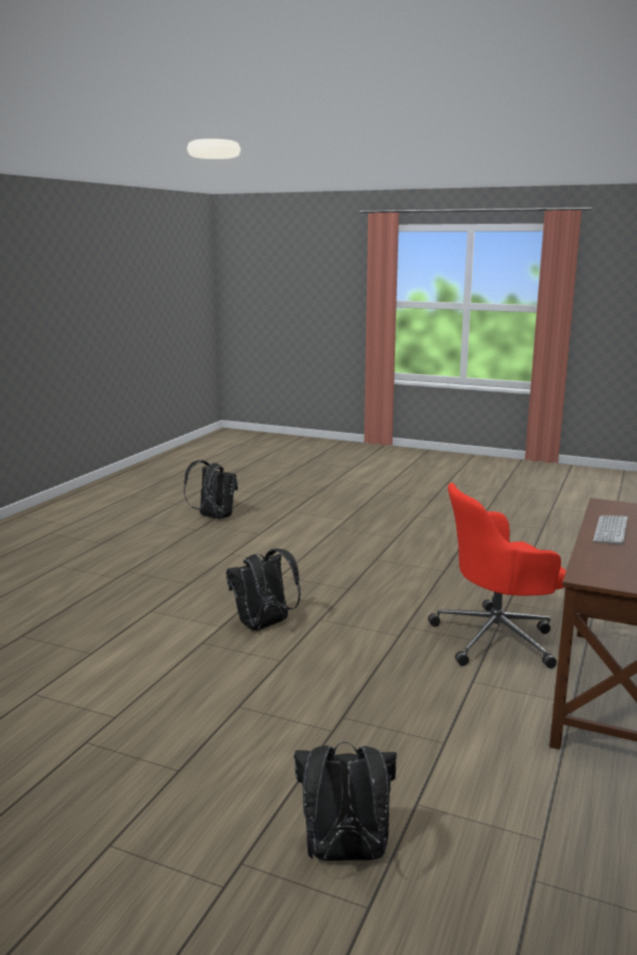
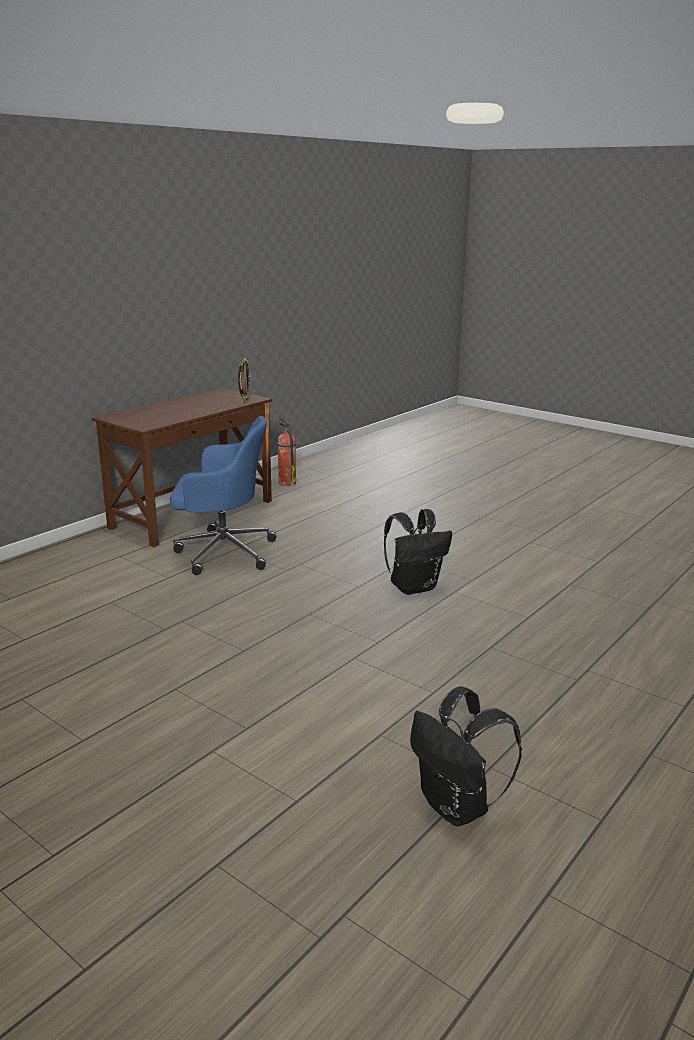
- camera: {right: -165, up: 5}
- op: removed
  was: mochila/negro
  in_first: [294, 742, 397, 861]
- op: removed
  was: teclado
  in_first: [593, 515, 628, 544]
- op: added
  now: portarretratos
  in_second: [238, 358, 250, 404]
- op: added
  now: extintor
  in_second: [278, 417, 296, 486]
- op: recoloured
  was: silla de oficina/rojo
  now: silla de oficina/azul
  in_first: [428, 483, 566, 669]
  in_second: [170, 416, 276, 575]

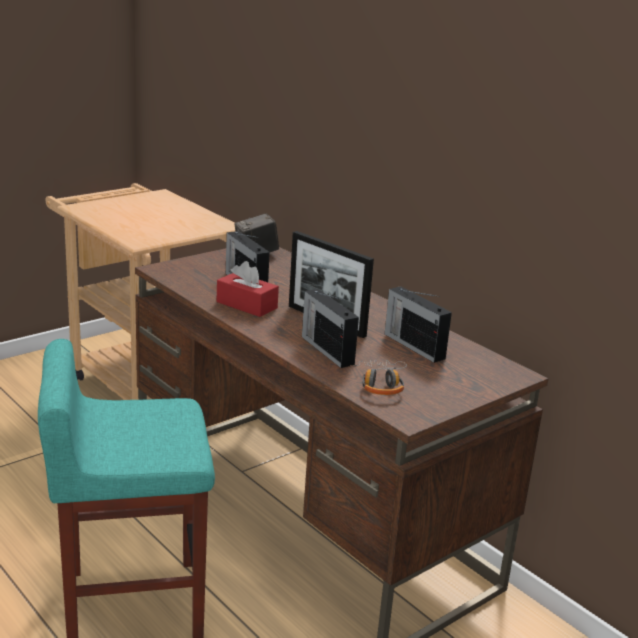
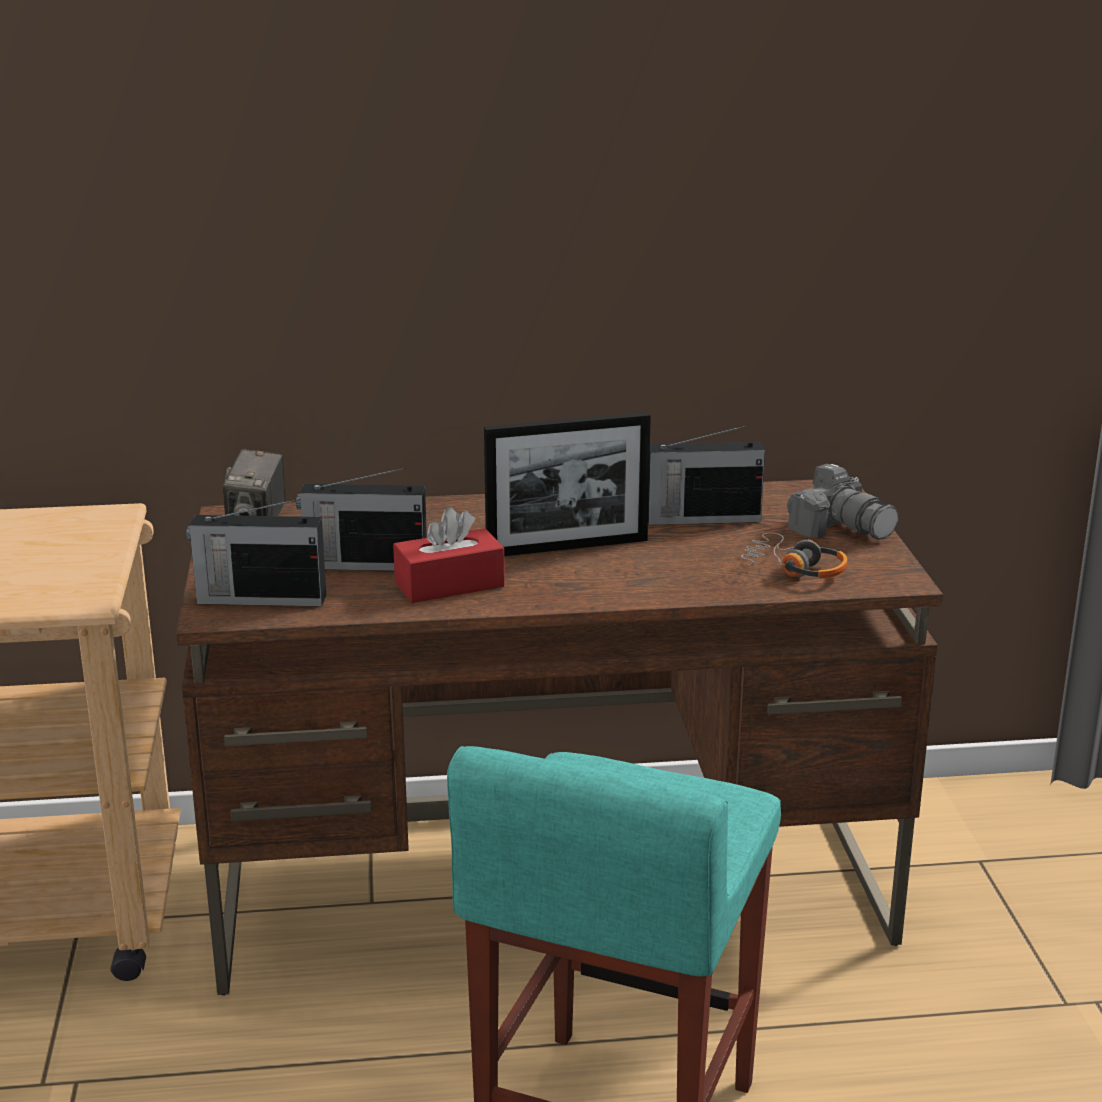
- camera: {right: -55, up: 0}
- op: added
  now: cámara
  in_second: [787, 464, 899, 539]
- op: moved
  was: radio
  in_first: [302, 289, 359, 368]
  in_second: [186, 499, 326, 606]

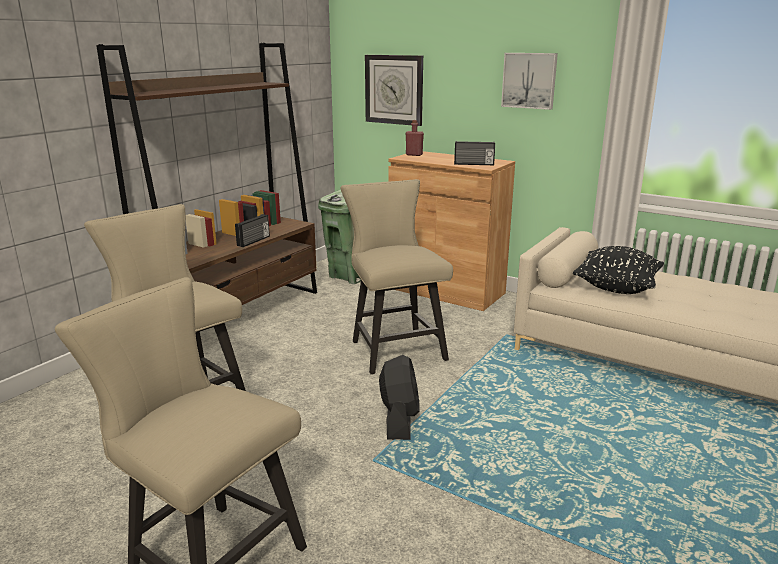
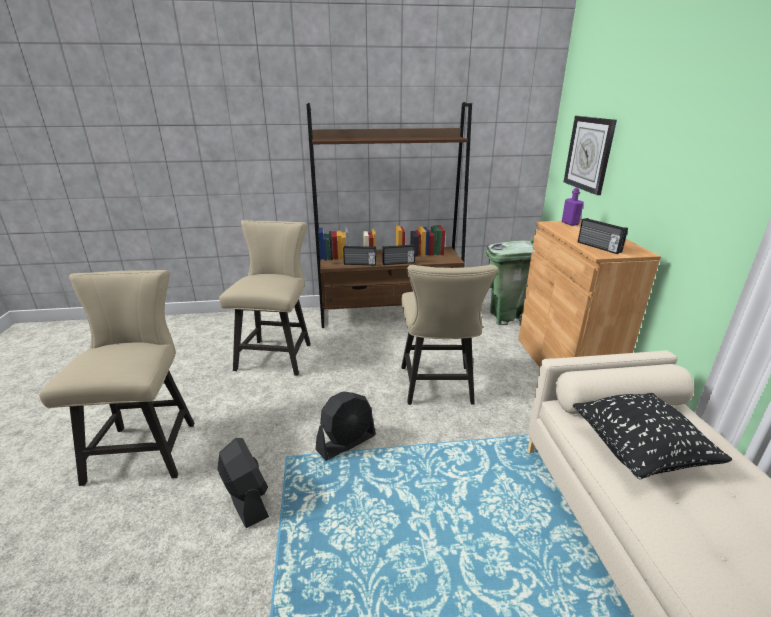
- camera: {right: 50, up: 5}
- op: removed
  was: cuadro
  in_first: [501, 53, 558, 110]
- op: added
  now: ventilador/negro
  in_second: [217, 438, 269, 528]
- op: added
  now: radio
  in_second: [343, 246, 376, 265]
- op: recoloured
  was: botella/rojo
  now: botella/morado
  in_first: [406, 120, 424, 156]
  in_second: [562, 188, 584, 226]
- op: turned
  was: silla/beis
  in_first: [340, 179, 453, 374]
  in_second: [401, 265, 499, 405]
  clockwise: 150

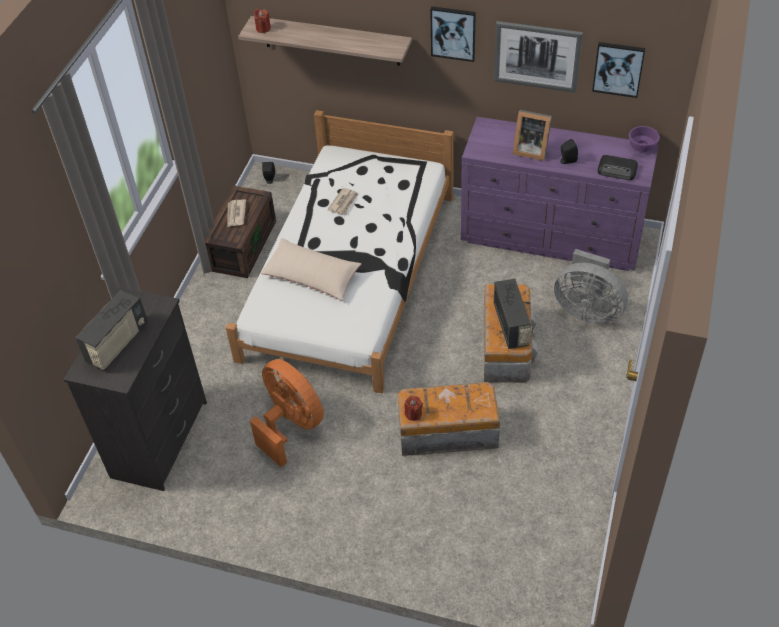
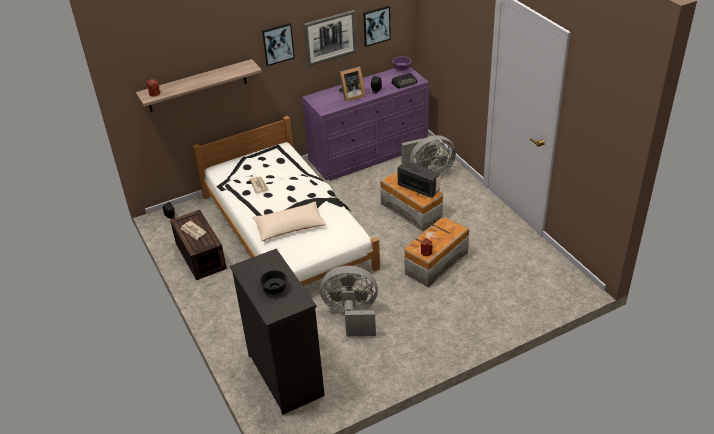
- camera: {right: -45, up: -10}
- op: replaced
  was: radio
  now: cuenco/negro
  in_first: [76, 290, 148, 371]
  in_second: [259, 270, 288, 294]
- op: recoloured
  was: ventilador/naranja
  now: ventilador/gris
  in_first: [250, 359, 324, 468]
  in_second: [320, 266, 378, 336]

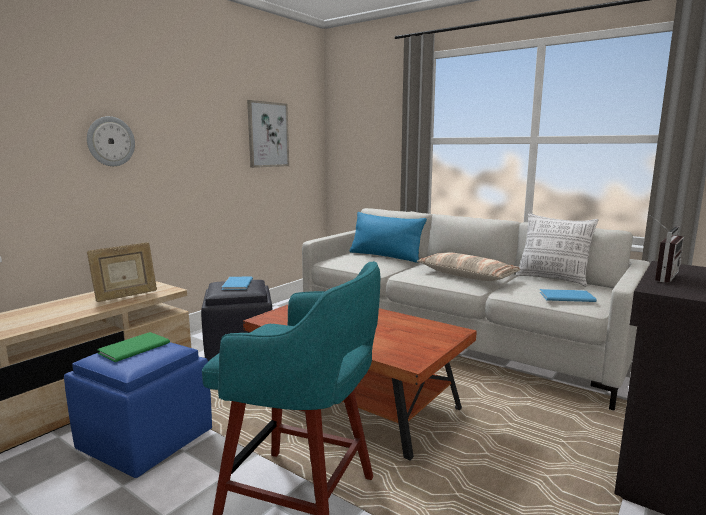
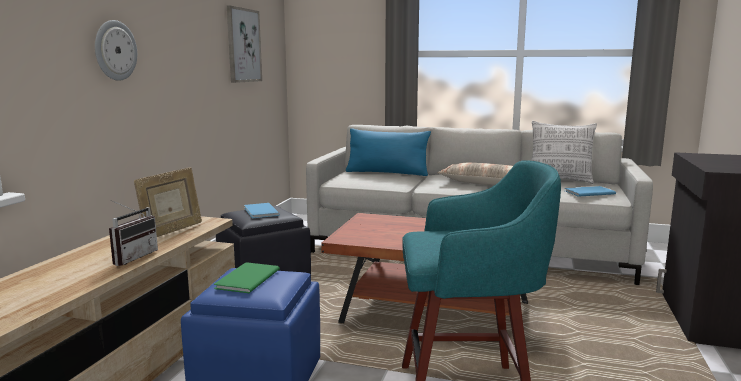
- camera: {right: -20, up: 0}
- op: moved
  was: radio
  in_first: [650, 215, 684, 282]
  in_second: [109, 200, 158, 266]

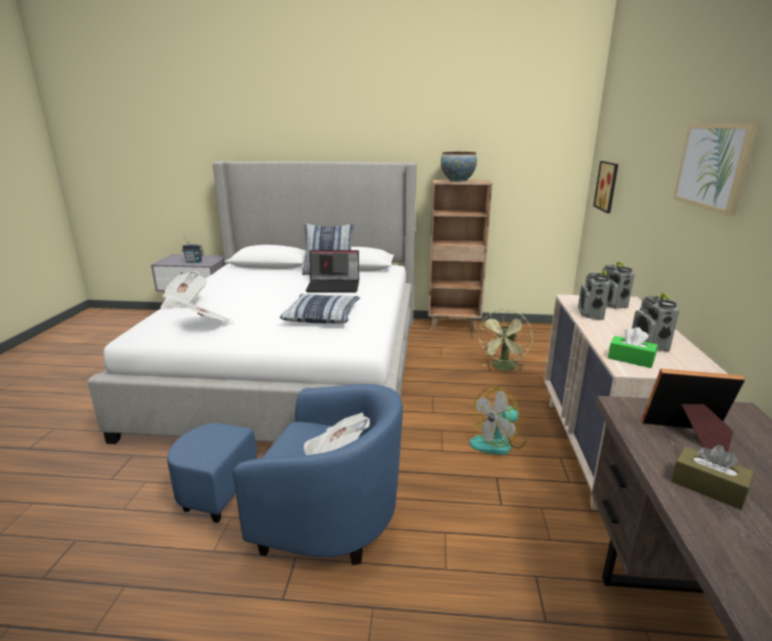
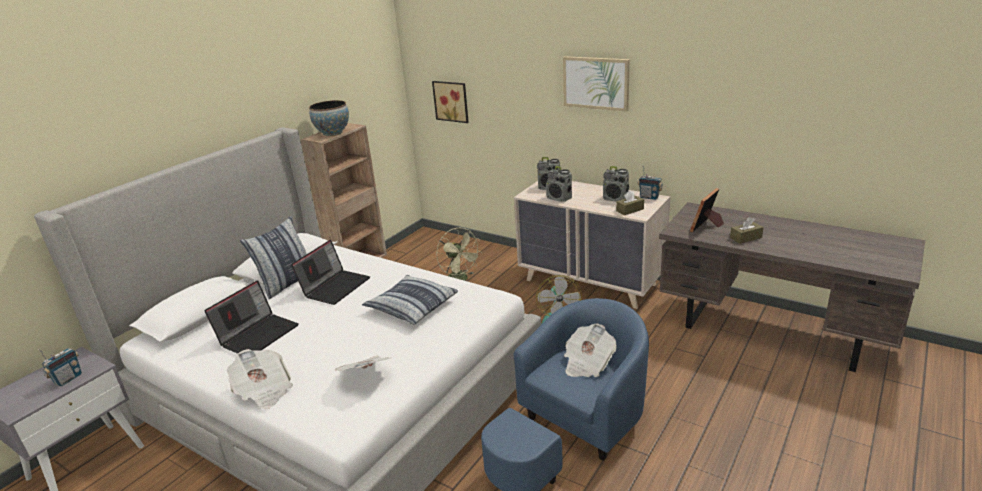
- camera: {right: -60, up: 5}
- op: added
  now: portátil
  in_second: [204, 280, 298, 354]
- op: added
  now: radio
  in_second: [638, 166, 662, 200]
- op: recoloured
  was: caja de pañuelos/verde
  now: caja de pañuelos/marrón
  in_first: [608, 327, 658, 368]
  in_second: [616, 190, 644, 215]

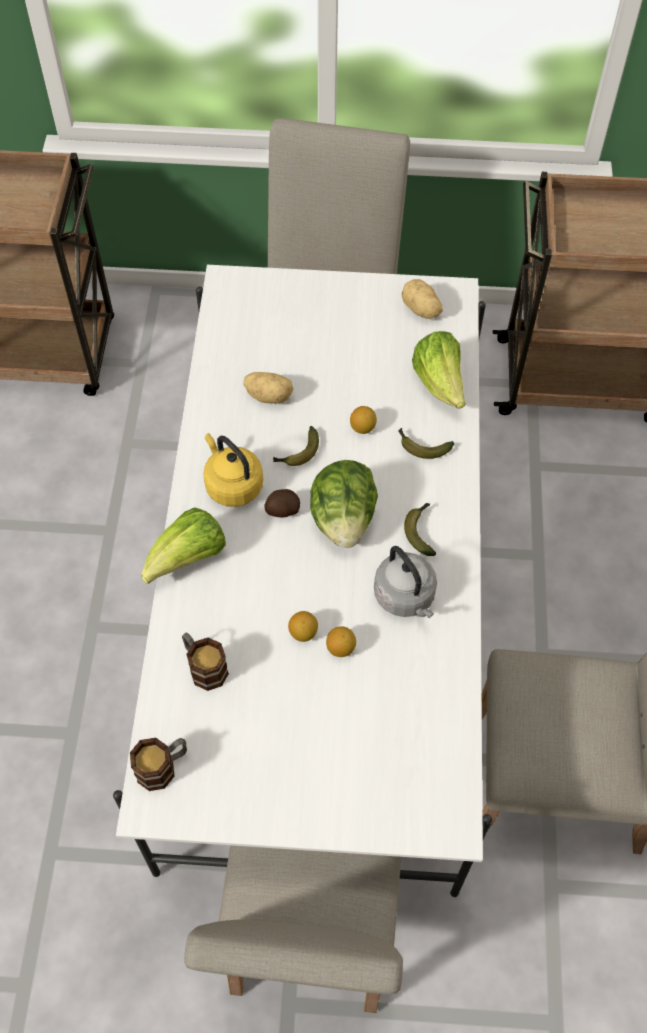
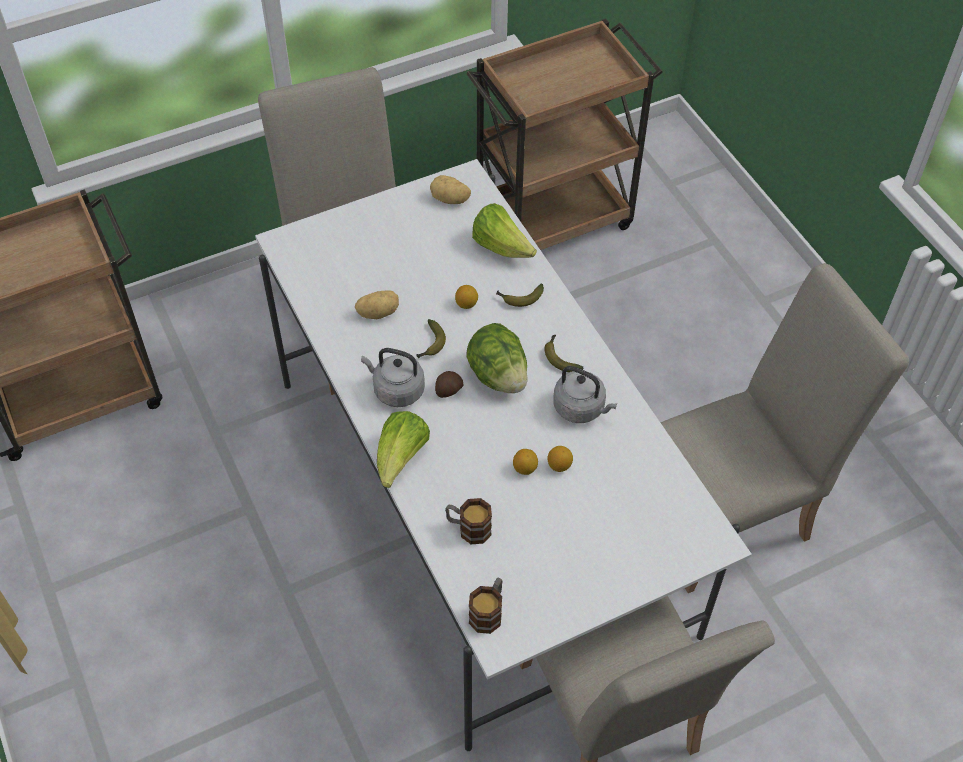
- camera: {right: -30, up: -5}
- op: recoloured
  was: hervidor/amarillo
  now: hervidor/gris
  in_first: [203, 433, 263, 507]
  in_second: [361, 348, 425, 407]

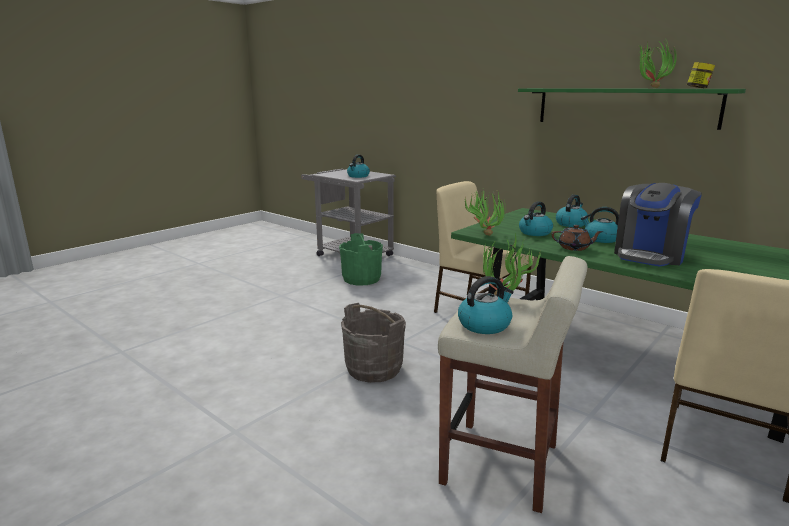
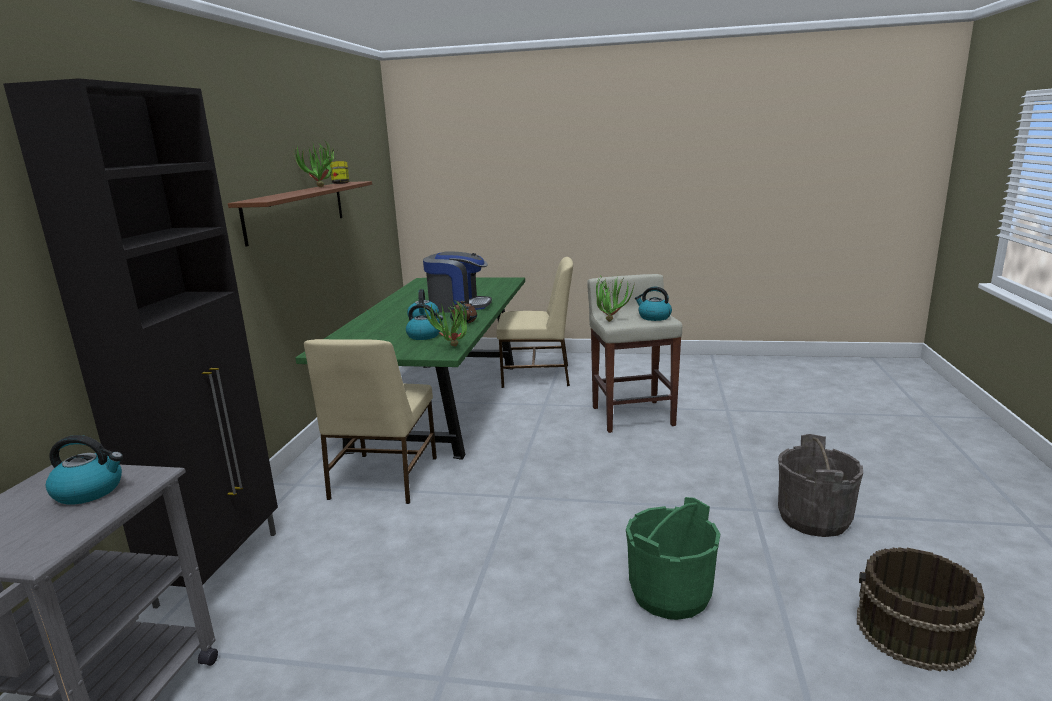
- camera: {right: -120, up: 0}
- op: removed
  was: hervidor
  in_first: [556, 195, 588, 227]
- op: added
  now: armario/negro
  in_second: [3, 78, 278, 609]
- op: added
  now: cubo/marrón
  in_second: [857, 547, 985, 672]
- op: moved
  was: cubo/verde
  in_first: [339, 233, 383, 286]
  in_second: [626, 497, 720, 620]
- op: moved
  was: cubo/gris
  in_first: [341, 303, 406, 383]
  in_second: [778, 434, 863, 537]
- op: recoloured
  was: estante/verde
  now: estante/marrón
  in_first: [518, 88, 746, 130]
  in_second: [228, 181, 372, 247]

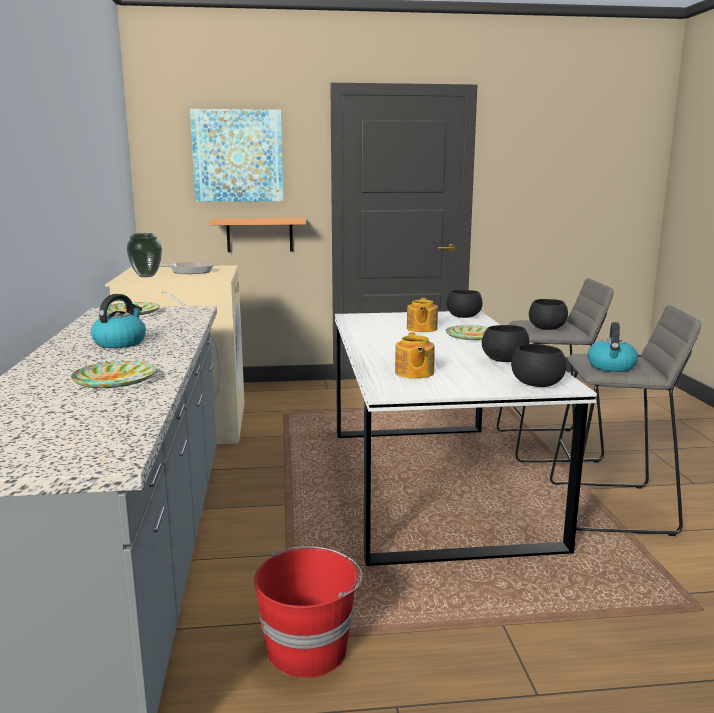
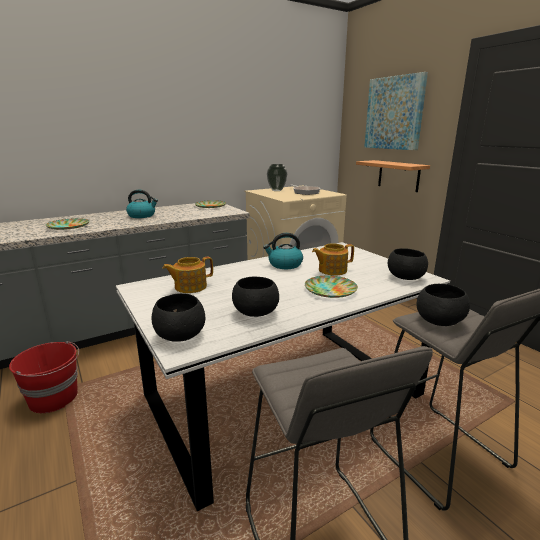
- camera: {right: 65, up: 5}
- op: moved
  was: hervidor
  in_first: [587, 322, 638, 372]
  in_second: [263, 233, 303, 269]

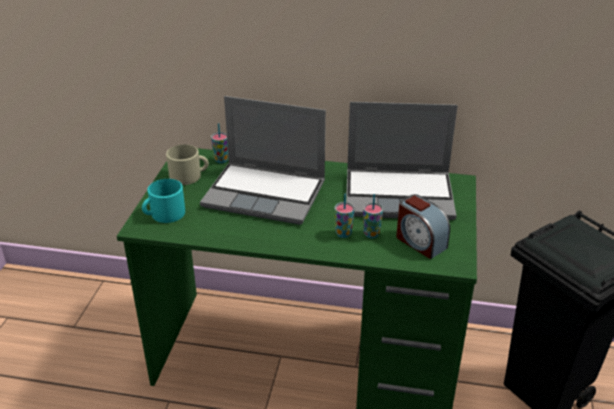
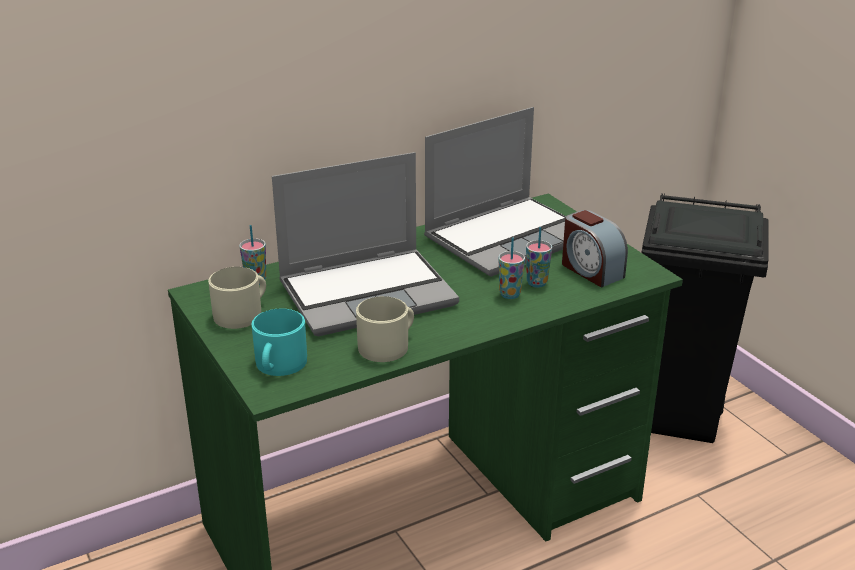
- camera: {right: -40, up: -5}
- op: added
  now: taza grande/beis
  in_second: [356, 296, 414, 362]
- op: turned
  was: despertador
  in_first: [396, 194, 450, 259]
  in_second: [562, 210, 628, 287]
  clockwise: 45

